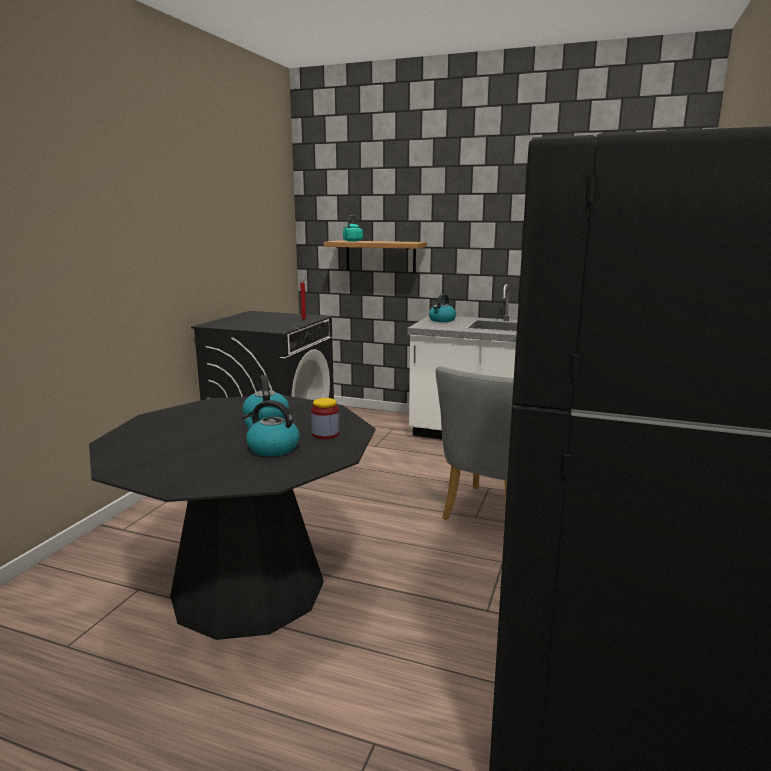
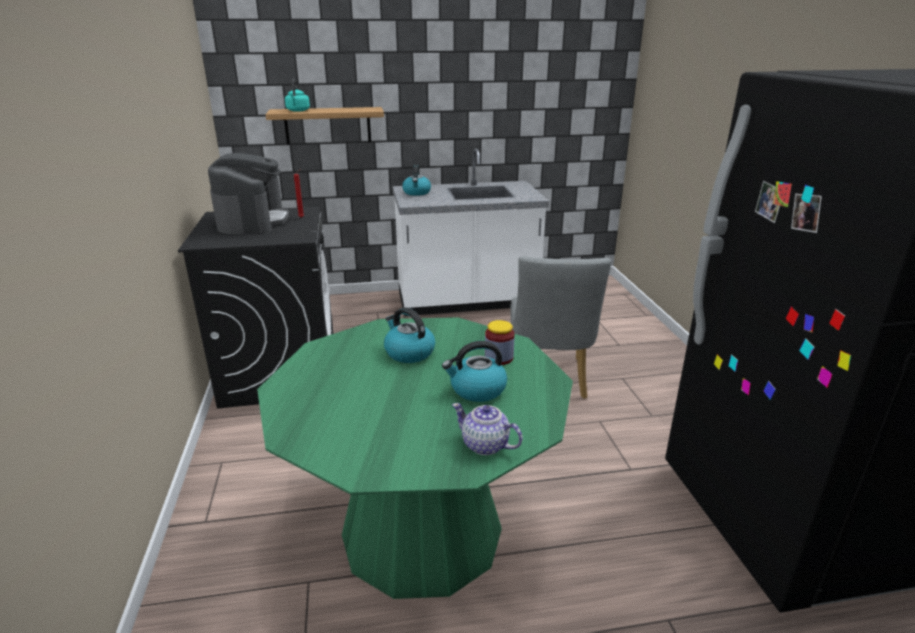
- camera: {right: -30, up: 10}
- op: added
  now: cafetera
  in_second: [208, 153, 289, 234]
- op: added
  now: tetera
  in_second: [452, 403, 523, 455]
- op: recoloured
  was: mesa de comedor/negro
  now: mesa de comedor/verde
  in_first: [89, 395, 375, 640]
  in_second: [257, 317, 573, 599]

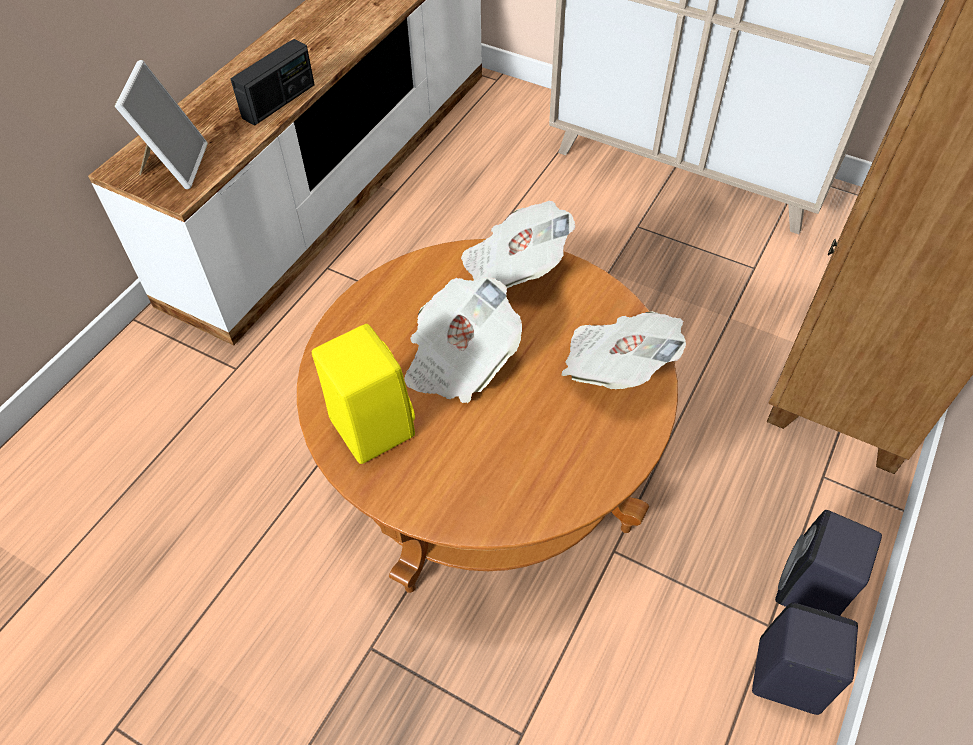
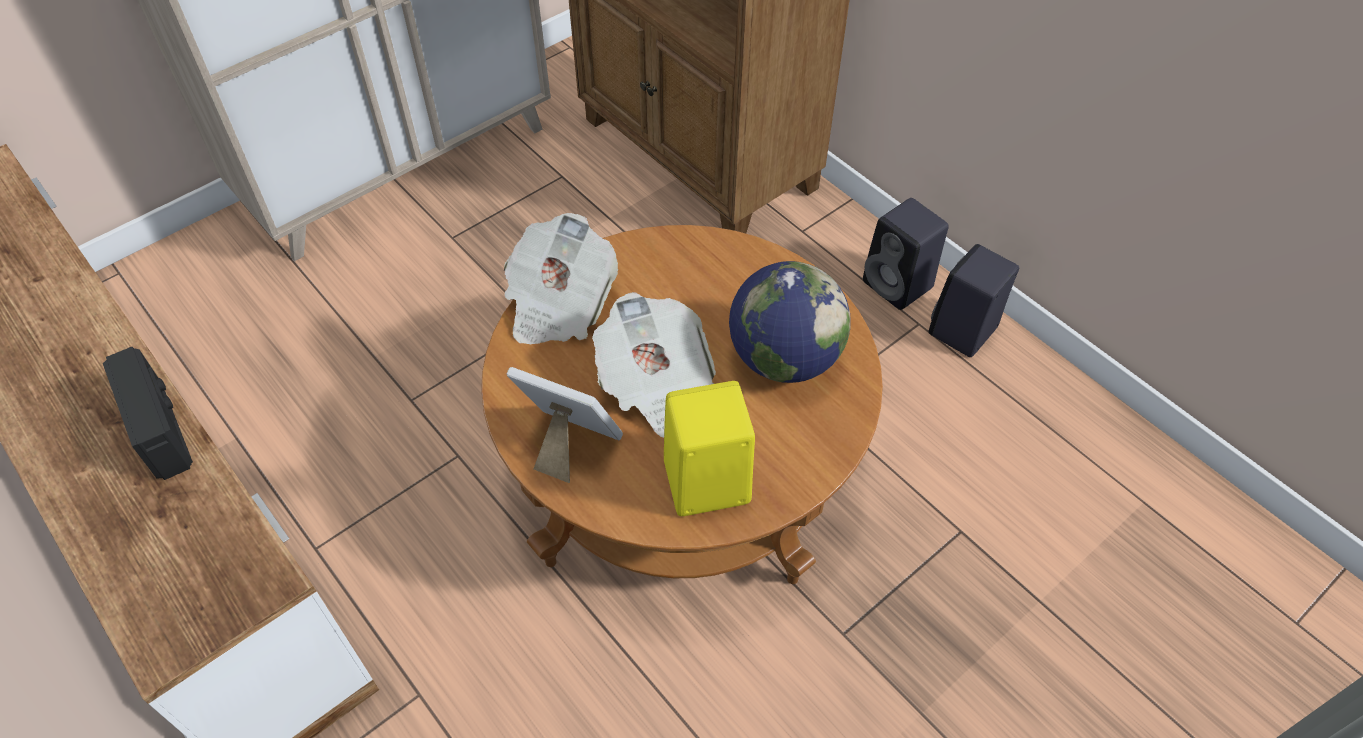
- camera: {right: -70, up: 0}
- op: removed
  was: periódico
  in_first: [562, 311, 686, 389]
- op: added
  now: globo terráqueo
  in_second: [729, 261, 851, 383]
- op: moved
  was: portarretratos
  in_first: [115, 60, 208, 189]
  in_second: [507, 367, 623, 483]

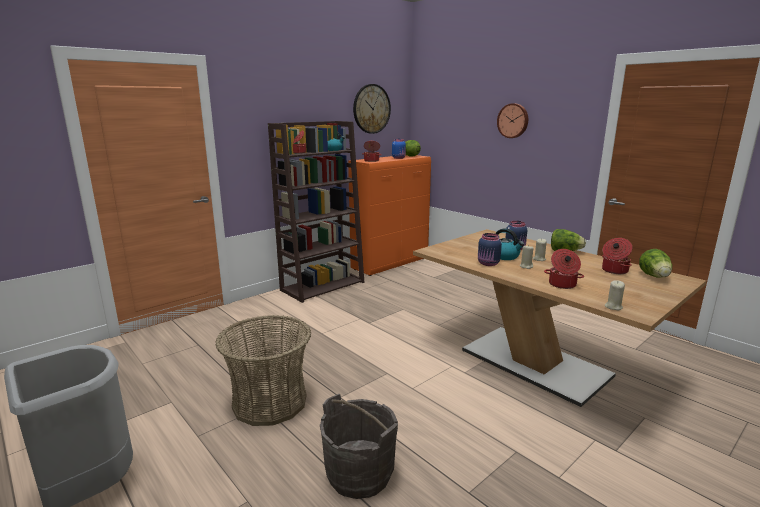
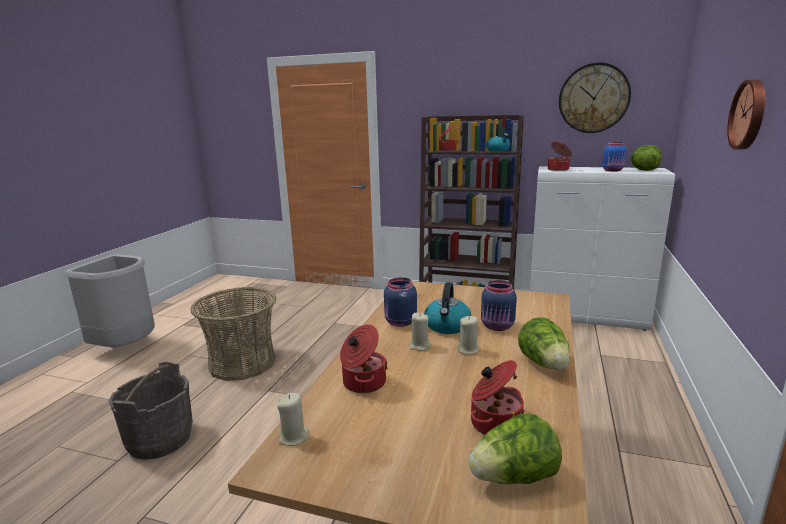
- camera: {right: 60, up: 0}
- op: recoloured
  was: armario/naranja
  now: armario/blanco
  in_first: [348, 155, 431, 276]
  in_second: [530, 166, 675, 331]

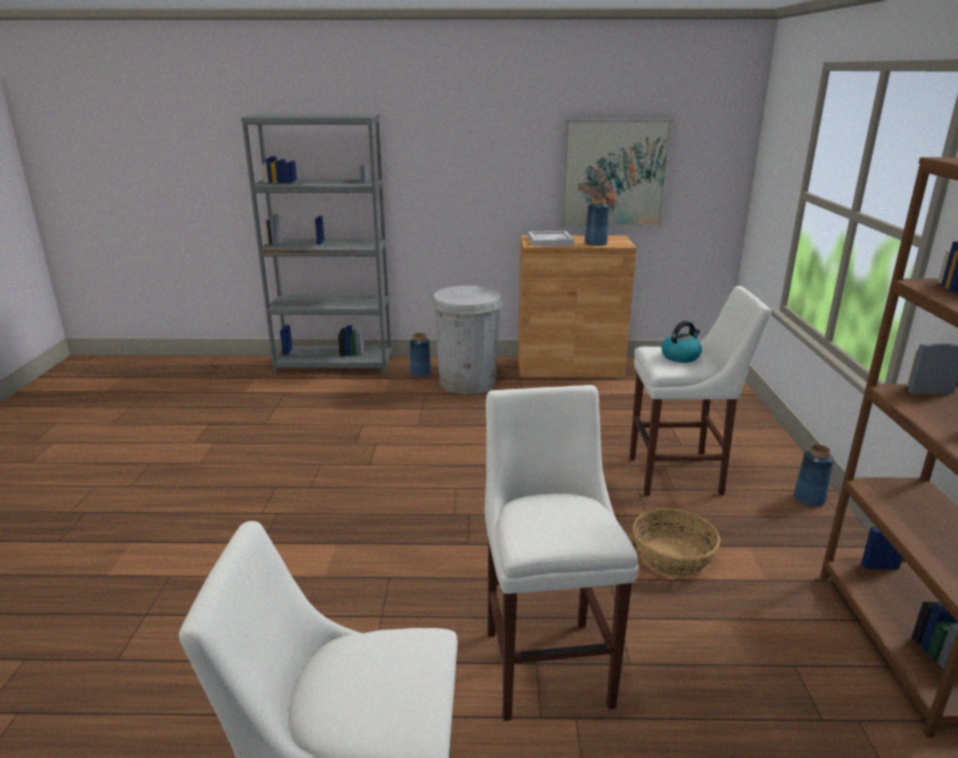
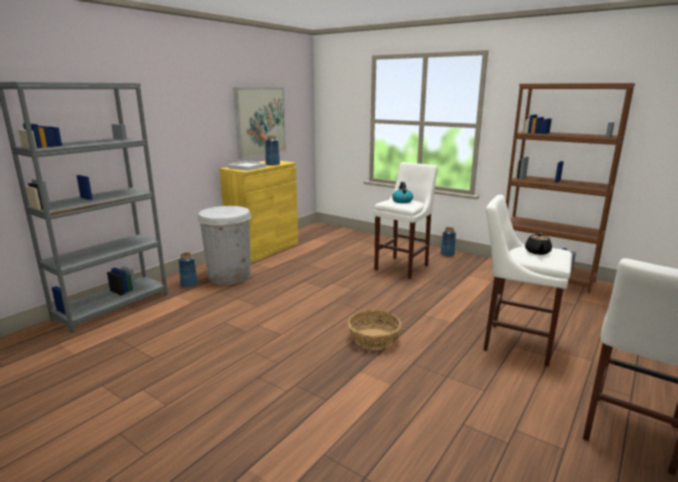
- camera: {right: -55, up: -5}
- op: added
  now: tetera/negro
  in_second: [525, 233, 552, 255]
- op: moved
  was: cesta
  in_first: [633, 508, 720, 577]
  in_second: [348, 310, 401, 350]
- op: recoloured
  was: armario/marrón
  now: armario/amarillo
  in_first: [518, 235, 637, 378]
  in_second: [219, 161, 298, 263]

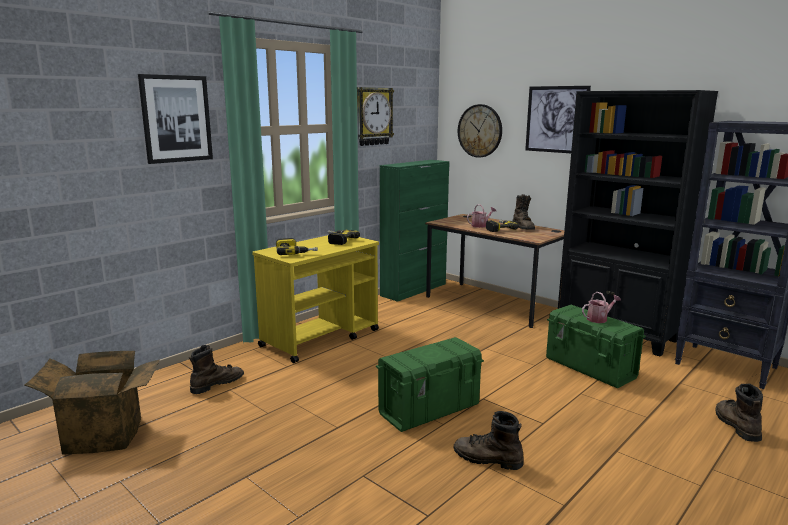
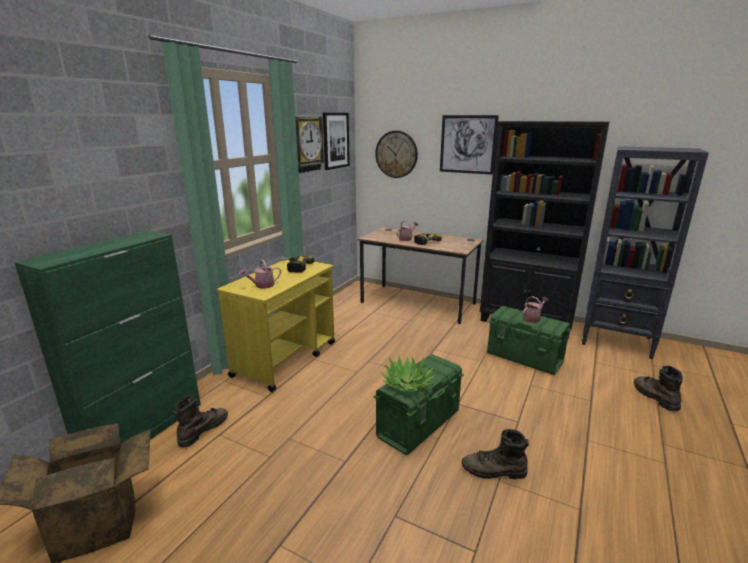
- camera: {right: -15, up: 5}
- op: removed
  was: bota/marrón
  in_first: [513, 194, 535, 230]
- op: added
  now: planta en maceta
  in_second: [380, 356, 436, 393]
- op: moved
  was: cuadro
  in_first: [138, 74, 213, 164]
  in_second: [323, 113, 350, 170]
- op: moved
  was: armario/verde
  in_first: [380, 160, 449, 302]
  in_second: [14, 230, 201, 444]
- op: replaced
  was: taladro
  now: regadera
  in_first: [276, 238, 318, 255]
  in_second: [239, 259, 281, 289]

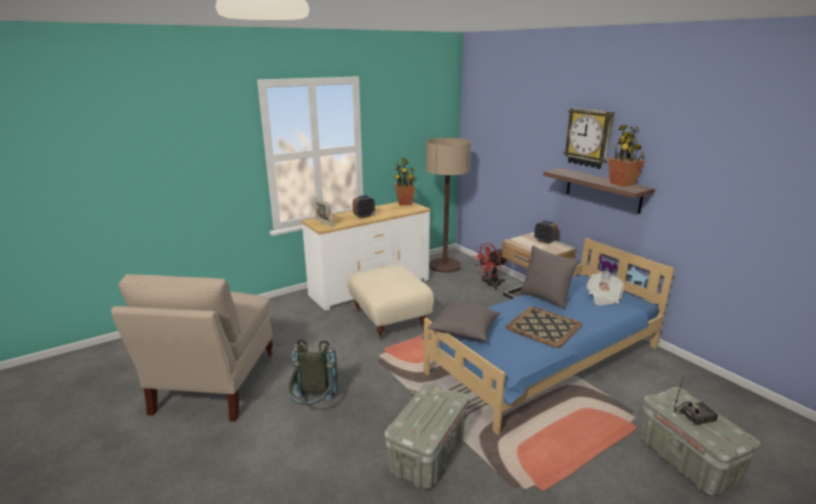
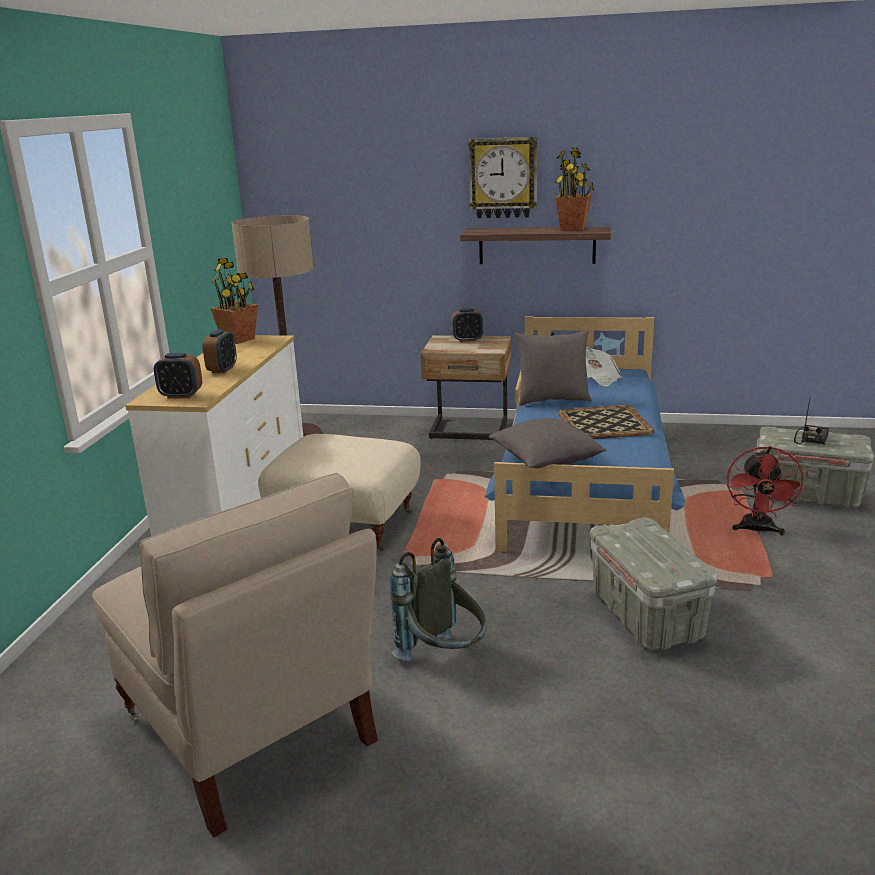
- camera: {right: -45, up: 0}
- op: moved
  was: ventilador/rojo
  in_first: [473, 243, 507, 290]
  in_second: [727, 446, 805, 536]
- op: replaced
  was: portarretratos
  now: despertador
  in_first: [314, 197, 333, 227]
  in_second: [154, 353, 202, 398]

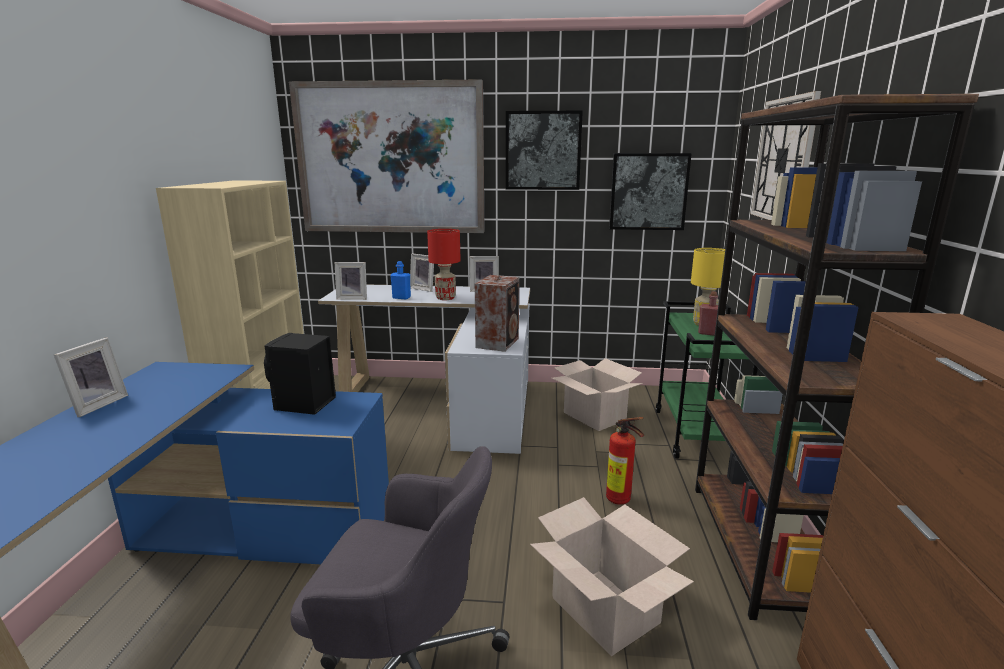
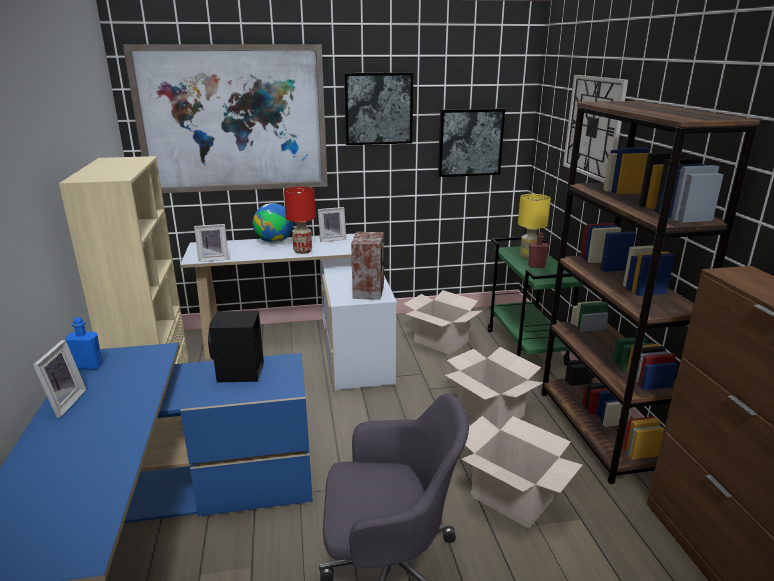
- camera: {right: -15, up: 5}
- op: moved
  was: botella/azul
  in_first: [390, 261, 411, 299]
  in_second: [65, 317, 103, 370]
- op: replaced
  was: portarretratos
  now: globo terráqueo
  in_first: [410, 253, 434, 292]
  in_second: [253, 203, 293, 243]
- op: replaced
  was: extintor
  now: caja de cartón
  in_first: [606, 417, 644, 505]
  in_second: [445, 347, 543, 430]

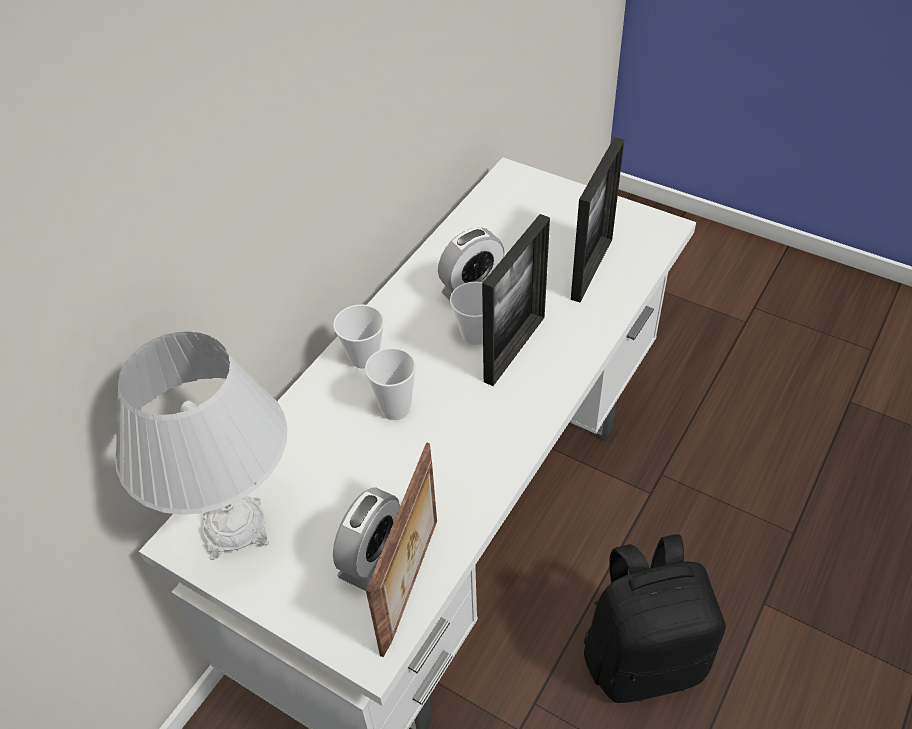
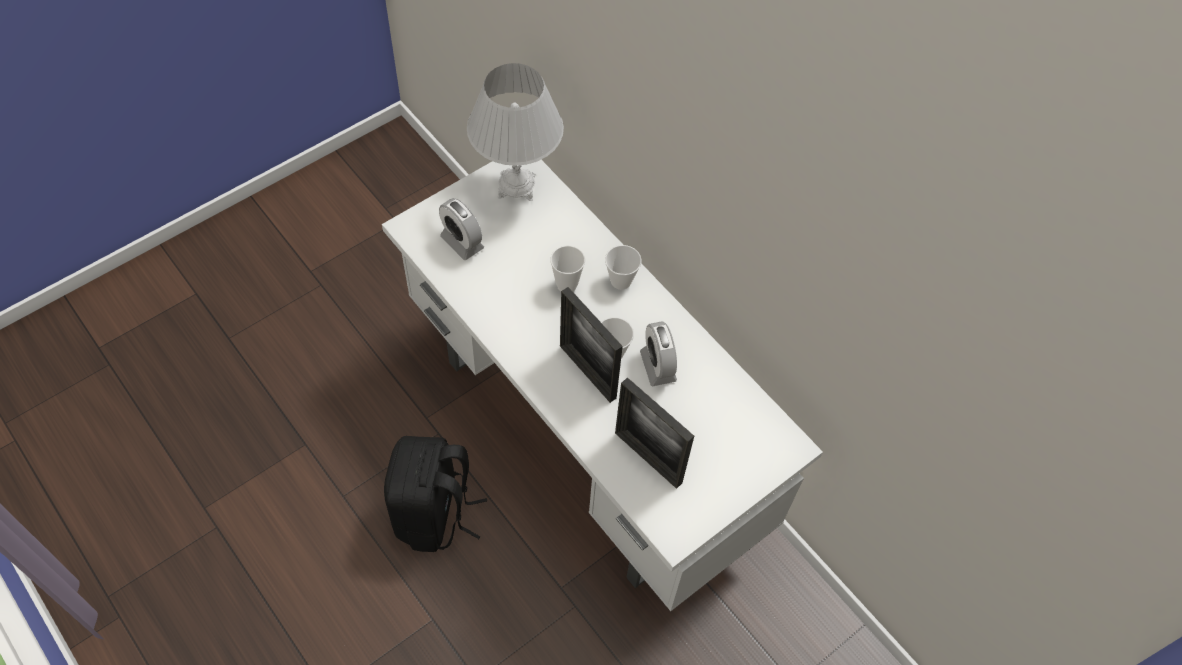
- camera: {right: 105, up: 10}
- op: removed
  was: portarretratos
  in_first: [366, 442, 437, 657]

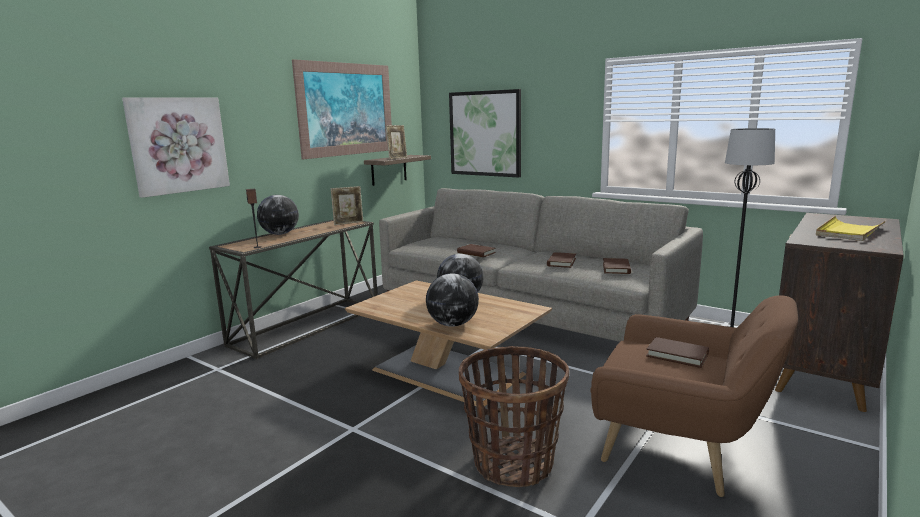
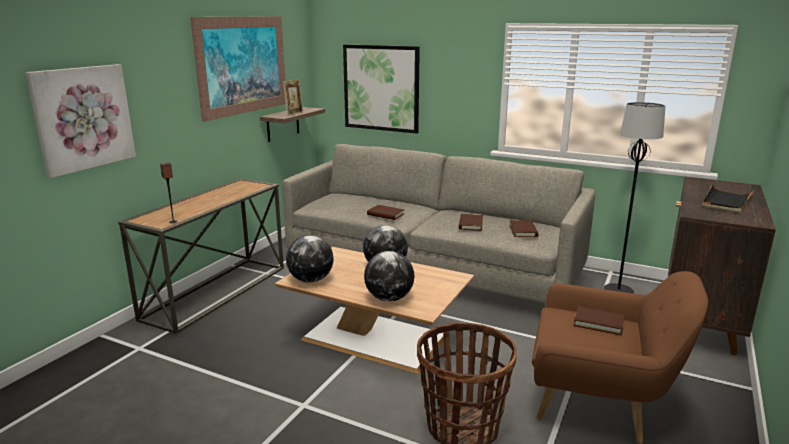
- camera: {right: -10, up: 5}
- op: removed
  was: portarretratos
  in_first: [331, 186, 363, 225]
- op: moved
  was: globo terráqueo
  in_first: [257, 195, 299, 235]
  in_second: [286, 235, 334, 283]
- op: recoloured
  was: bandeja/amarillo
  now: bandeja/negro
  in_first: [816, 216, 886, 241]
  in_second: [702, 184, 754, 213]

